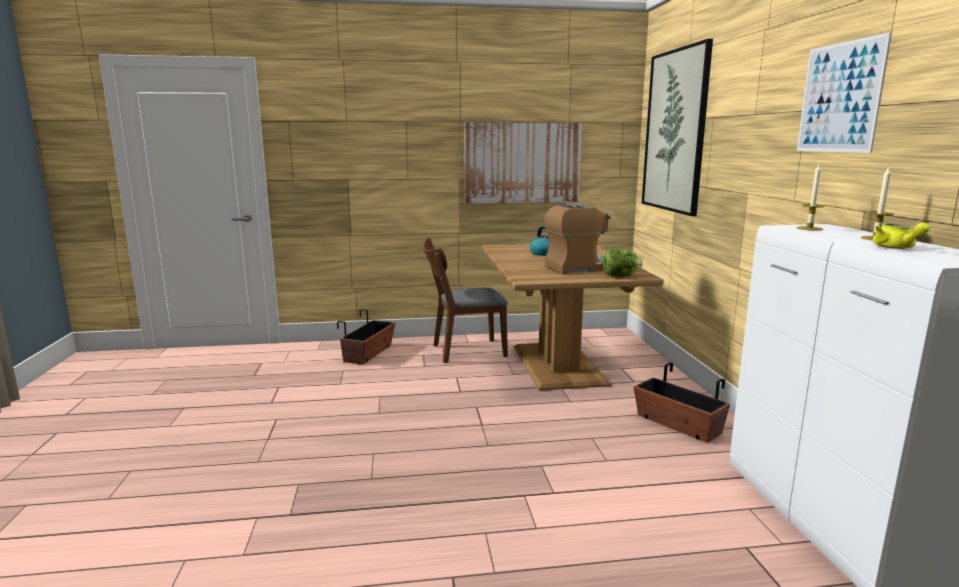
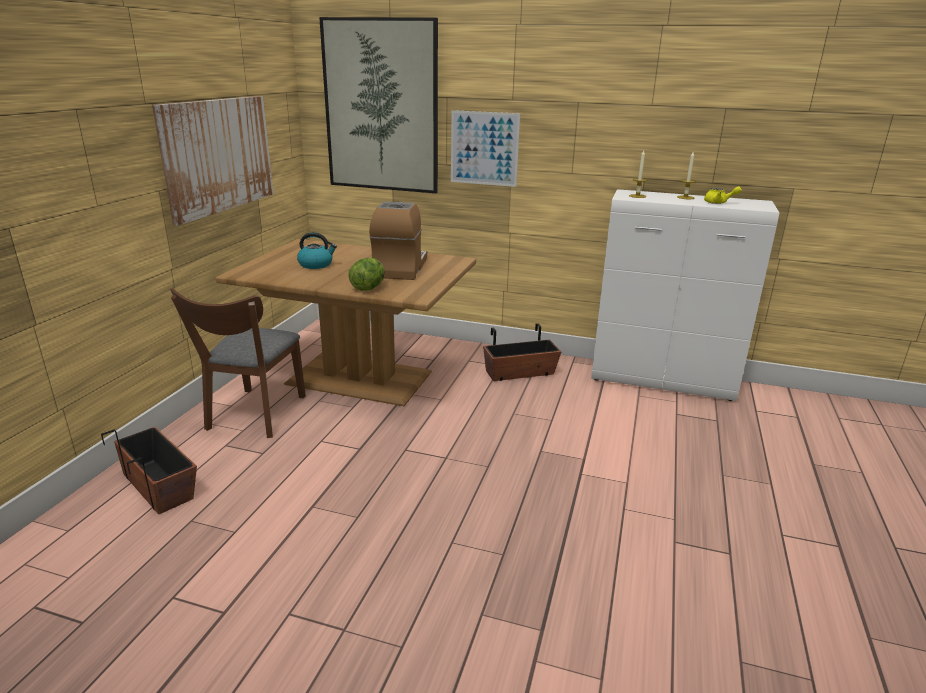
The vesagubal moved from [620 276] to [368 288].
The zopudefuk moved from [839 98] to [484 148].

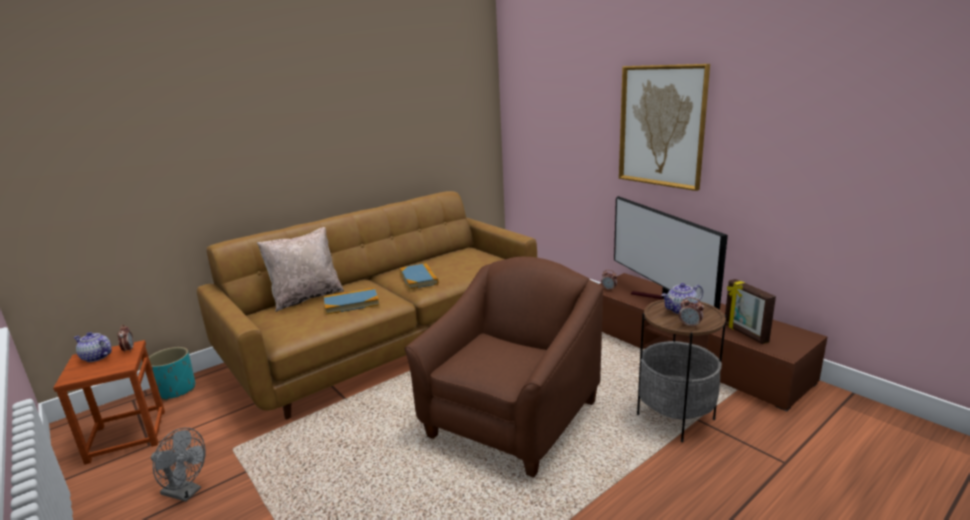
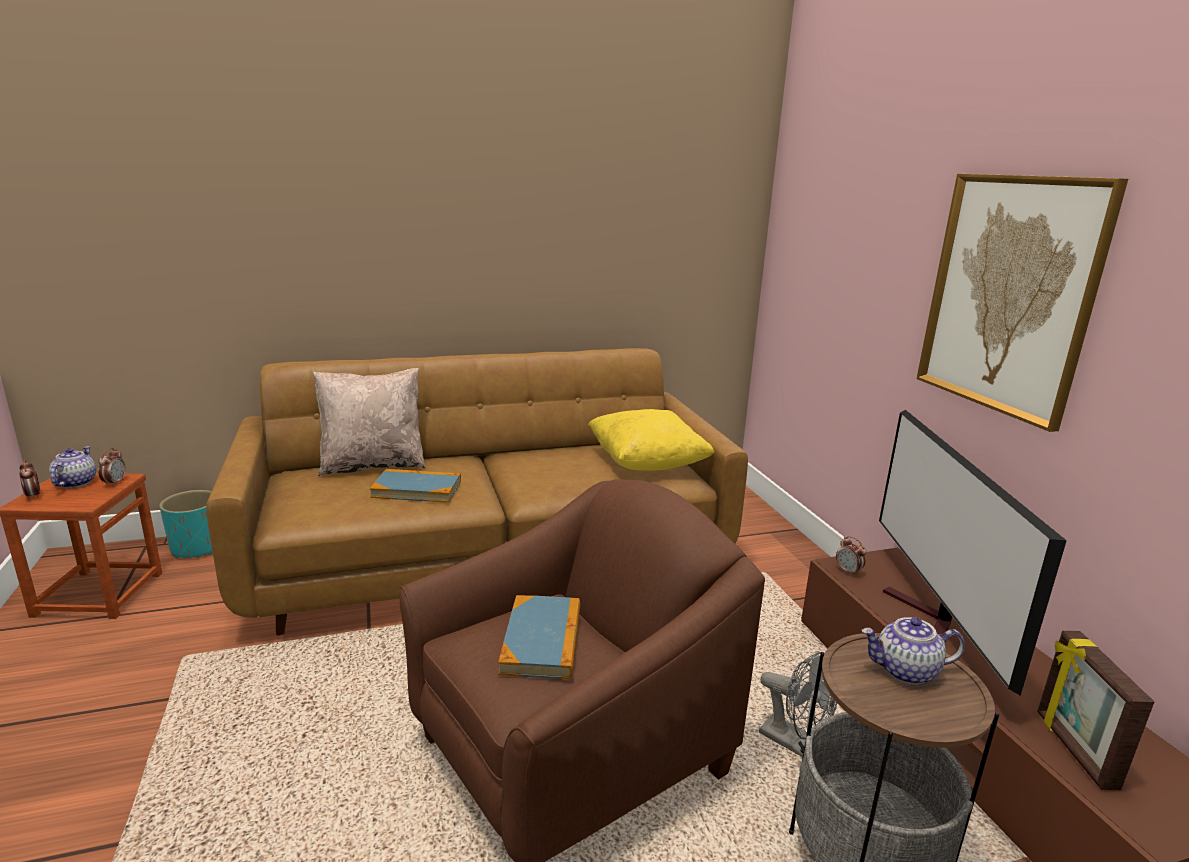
The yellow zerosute at [647 463] appeared.
The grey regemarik moved from [186 492] to [794 742].
The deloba moved from [419 278] to [542 640].
The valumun moved from [690 326] to [33 496].
The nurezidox at [96 357] turned 45 degrees clockwise.

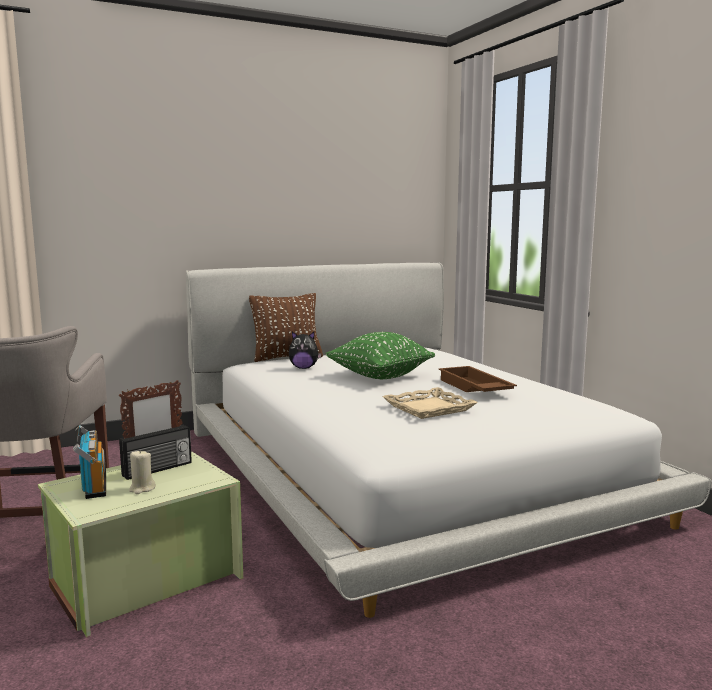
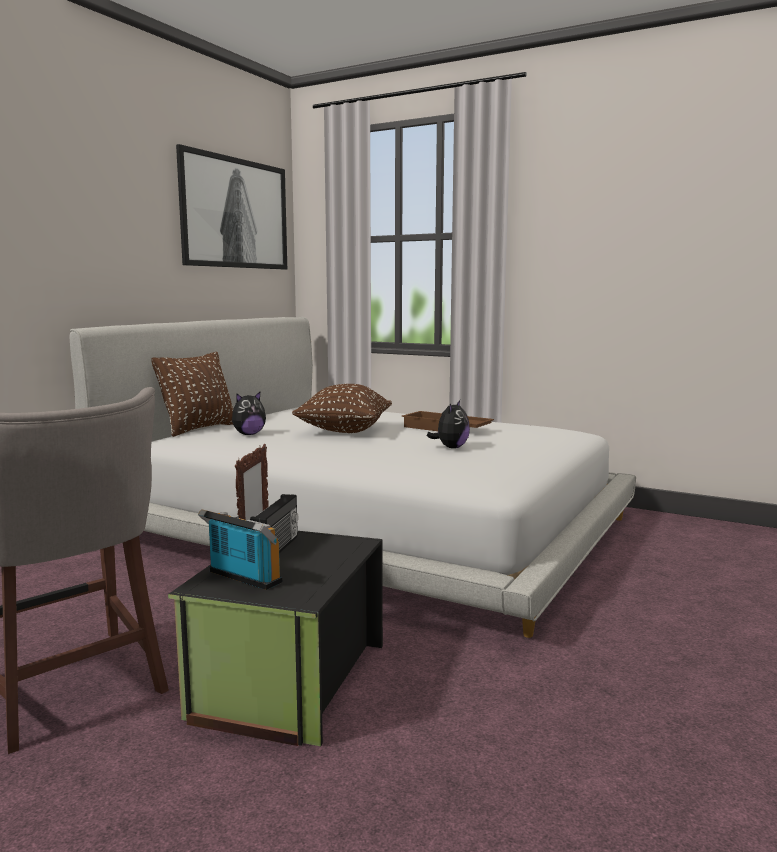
The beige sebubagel at [142 489] disappeared.
The zopudefuk at [236 213] appeared.
The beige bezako at [428 408] was replaced by the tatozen at [451 447].
The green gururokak at [145 579] became the black gururokak at [287 680].
The green zerosute at [380 376] became the brown zerosute at [344 431].

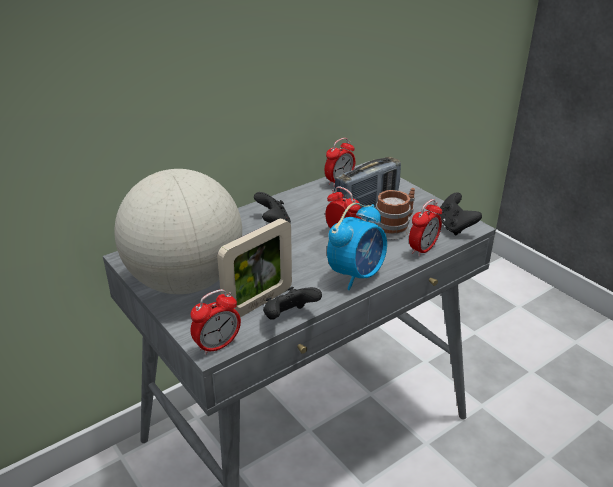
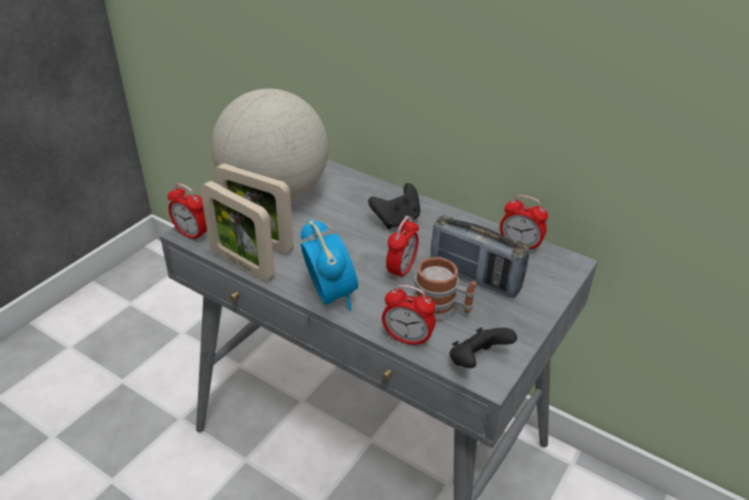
The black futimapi at [289 317] was replaced by the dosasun at [242 265].
The valumun at [357 275] turned 135 degrees counterclockwise.

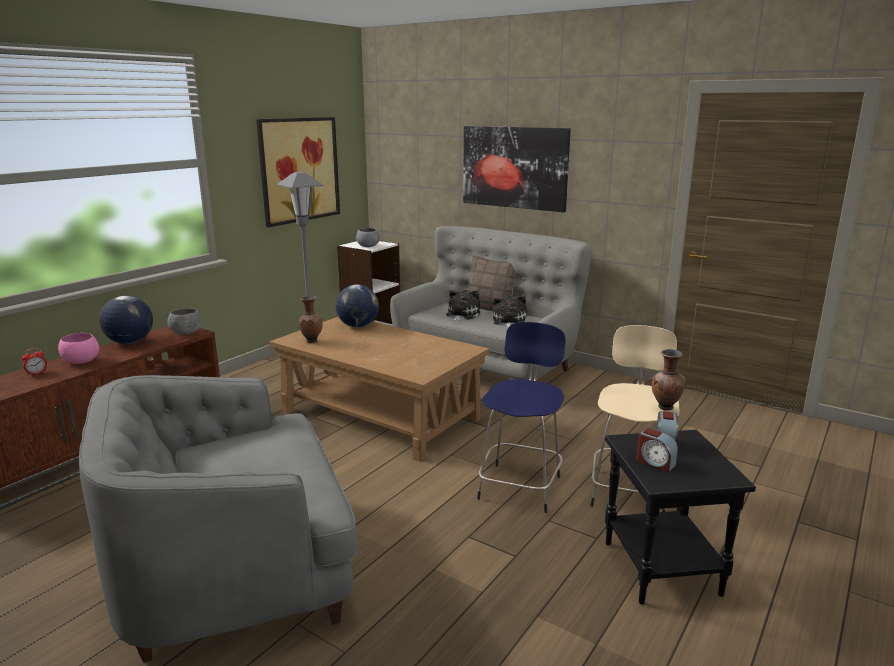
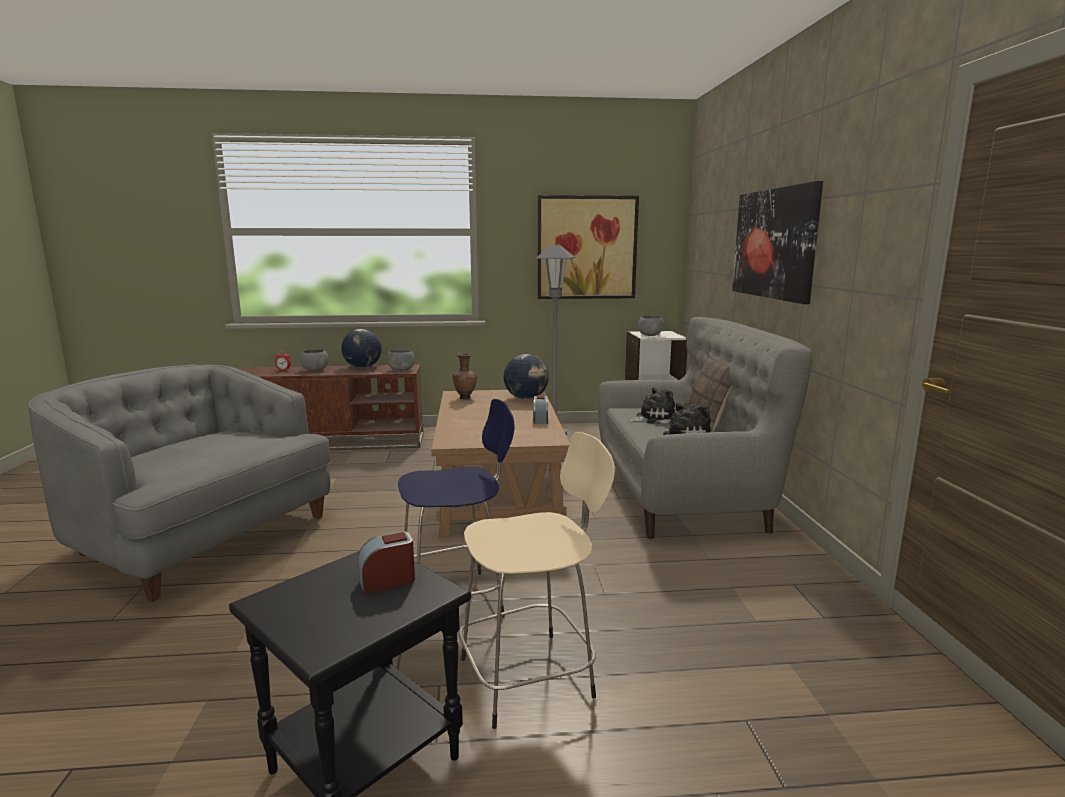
The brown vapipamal at [665 408] disappeared.
The valumun moved from [655 462] to [540 420].
The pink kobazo at [81 361] became the grey kobazo at [315 370].

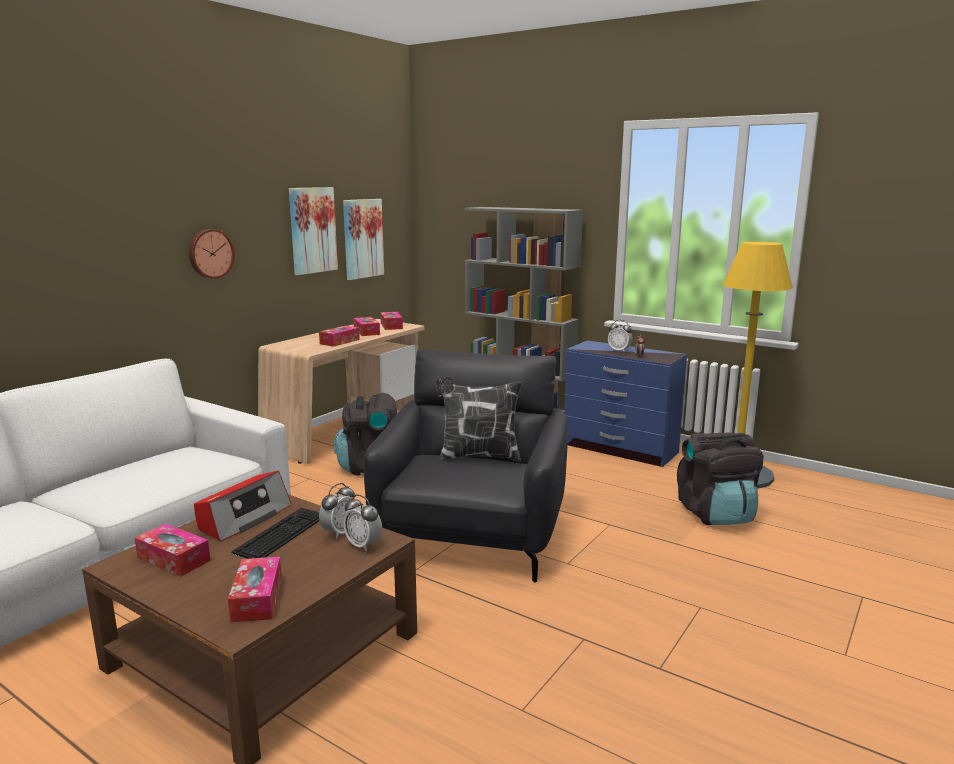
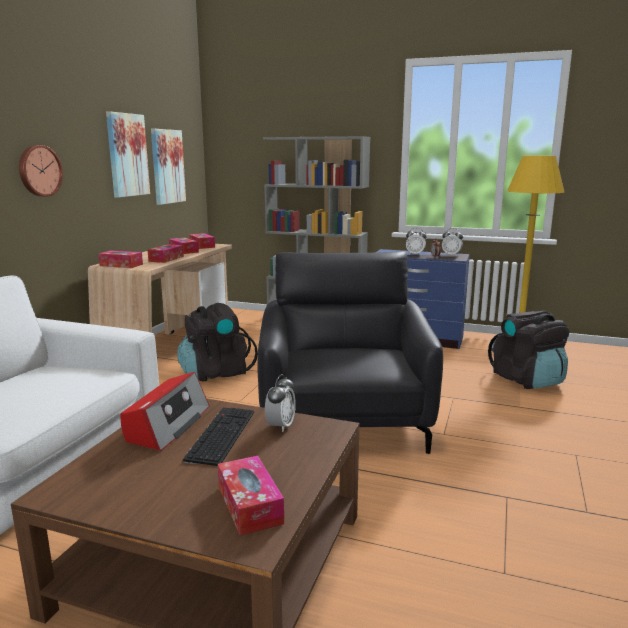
The zerosute at [478 456] disappeared.
The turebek moved from [173 559] to [121 265].
The valumun moved from [363 545] to [451 255].

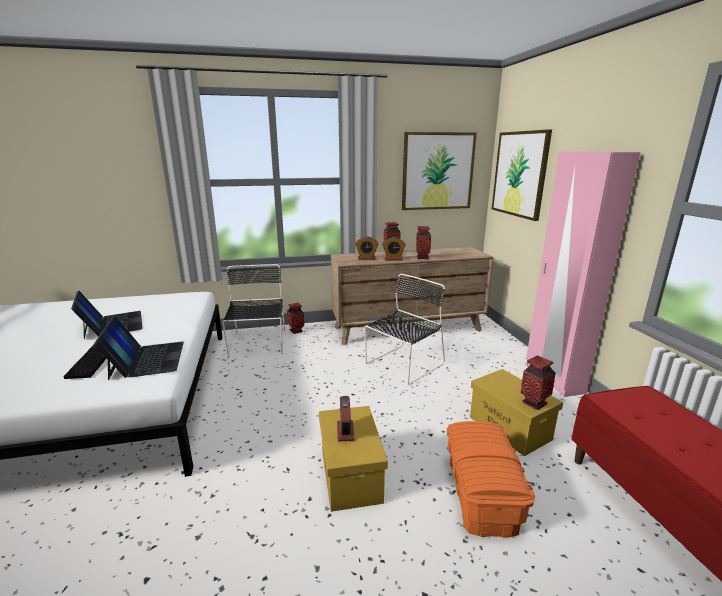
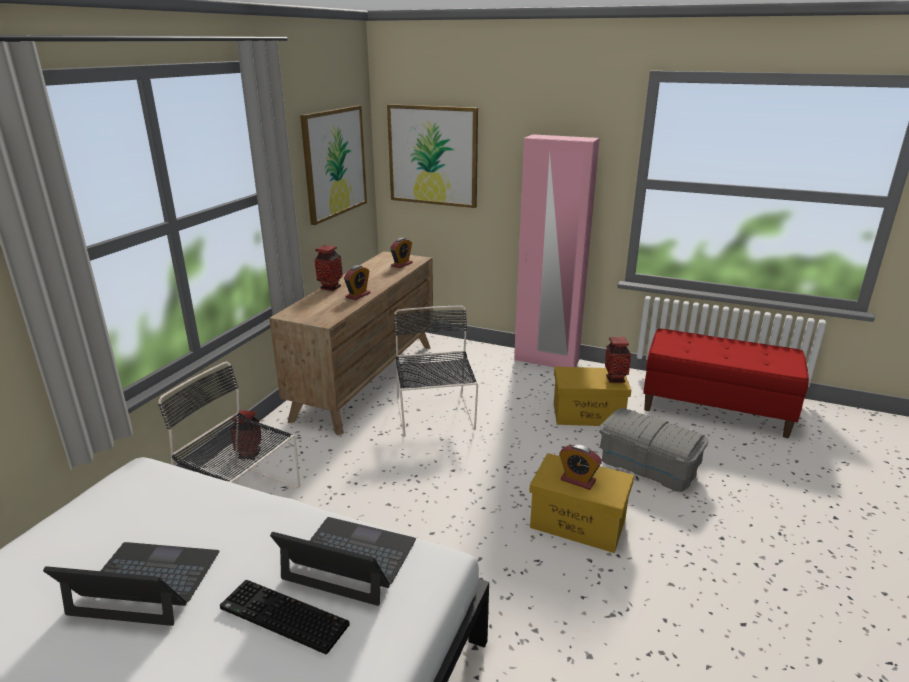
The vapipamal at [422 257] disappeared.
The valumun moved from [366 258] to [402 264].
The orange gururokak at [482 493] became the grey gururokak at [648 466].

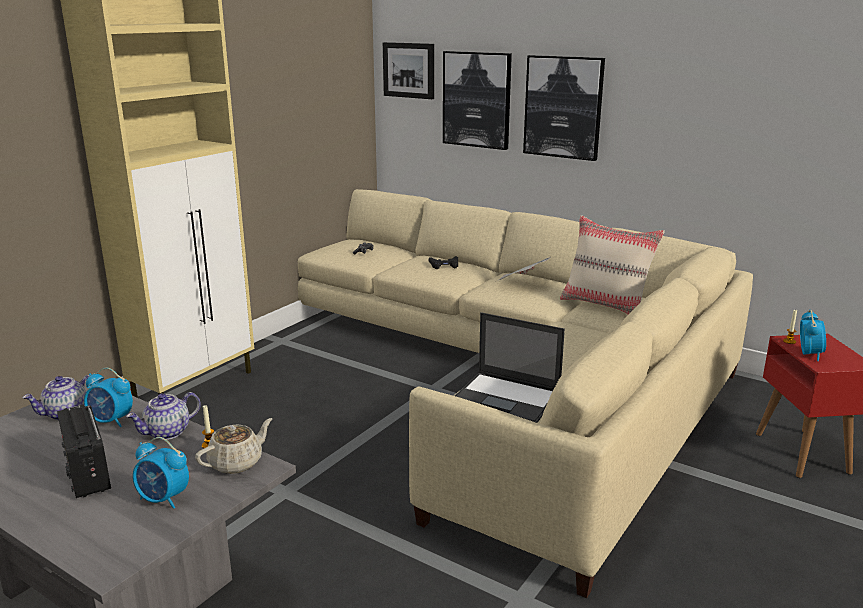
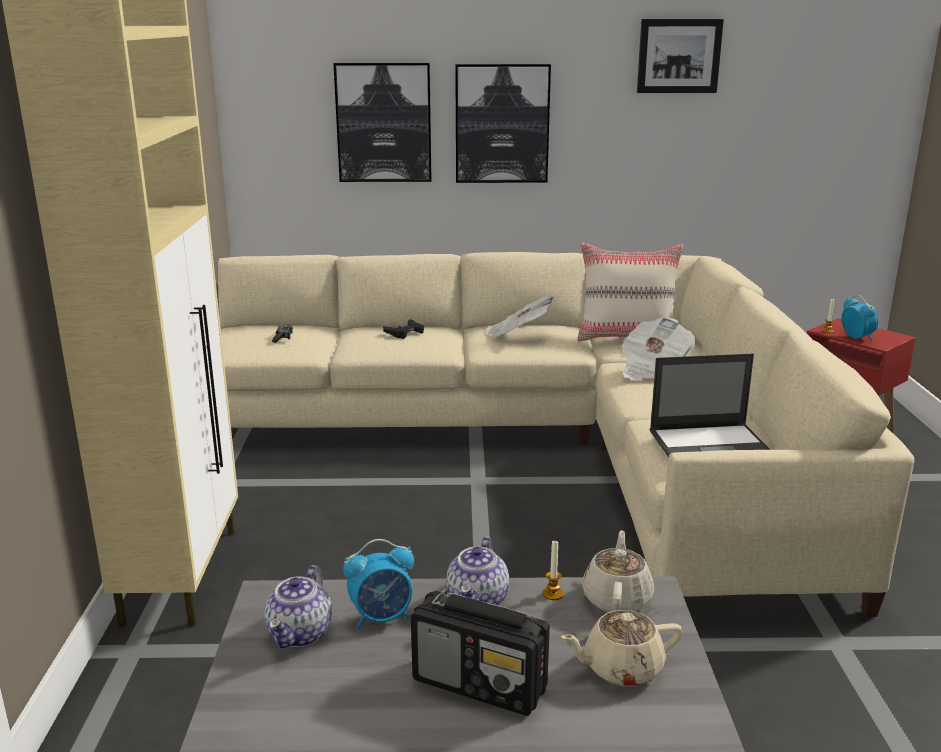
The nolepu at [652 369] appeared.
The zopudefuk moved from [409 70] to [678 56].
The valumun at [164 499] was replaced by the beige nurezidox at [621 668].

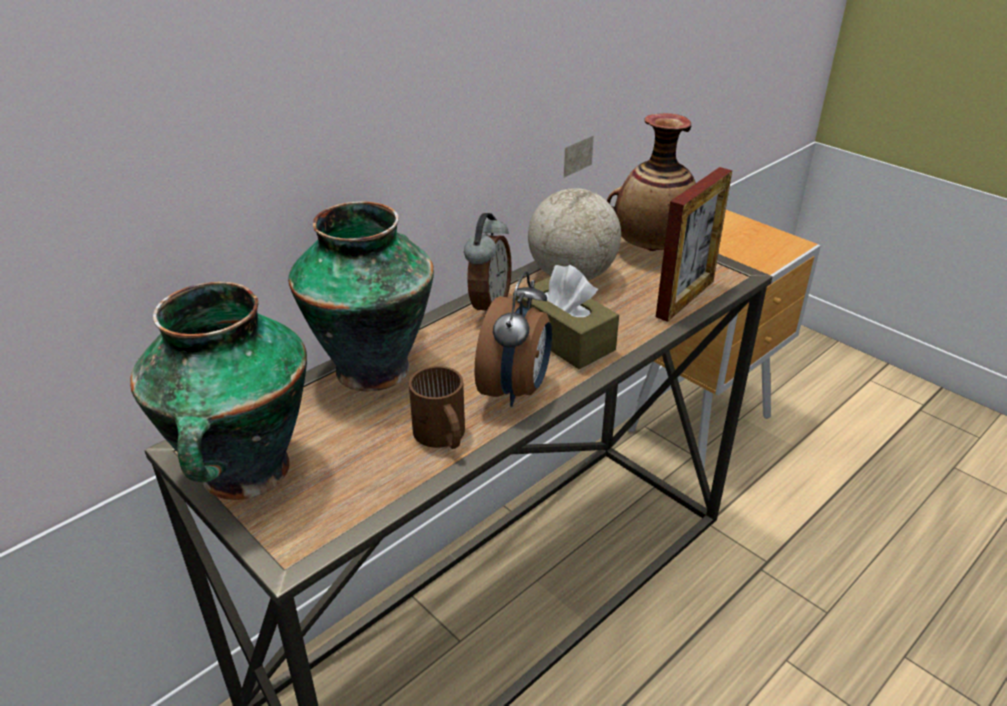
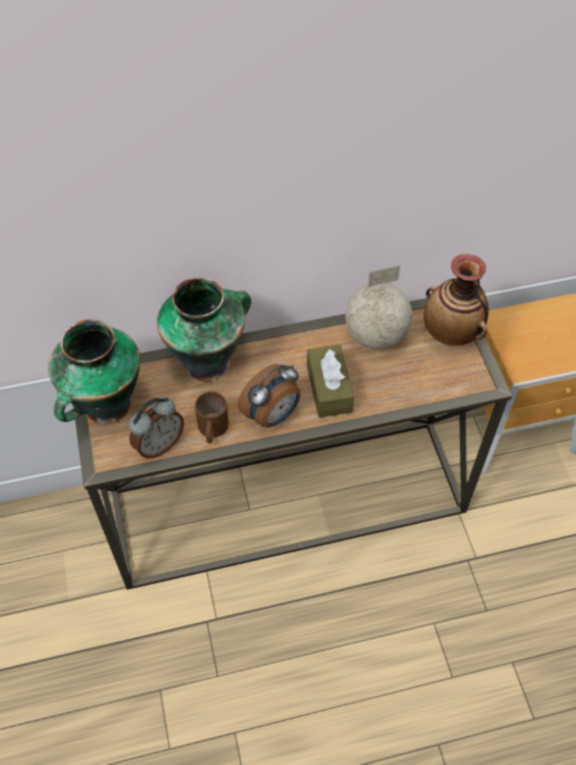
The dosasun at [685 298] disappeared.
The valumun moved from [488 305] to [159 444].

